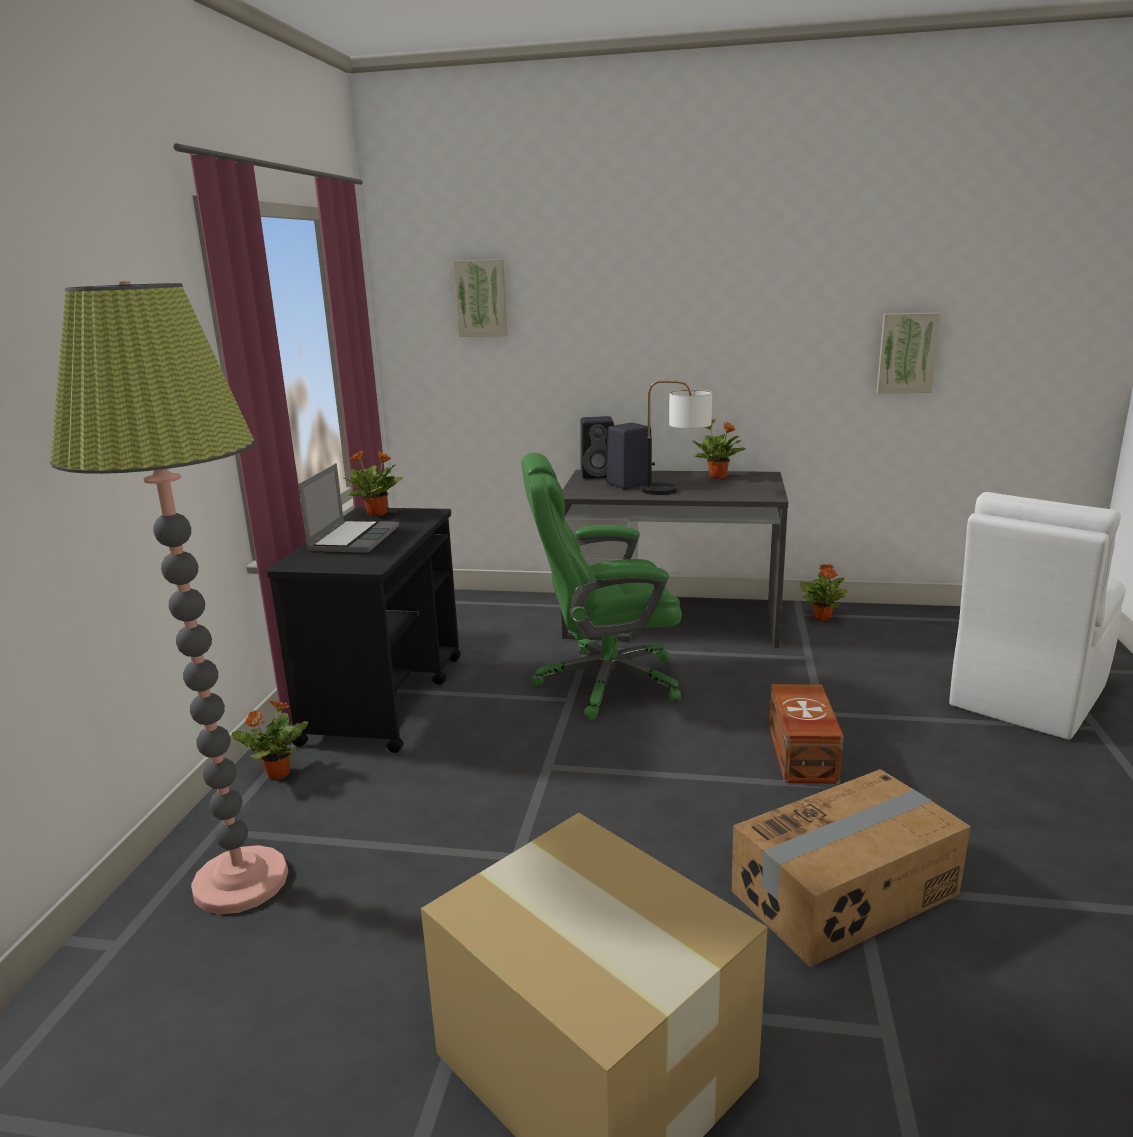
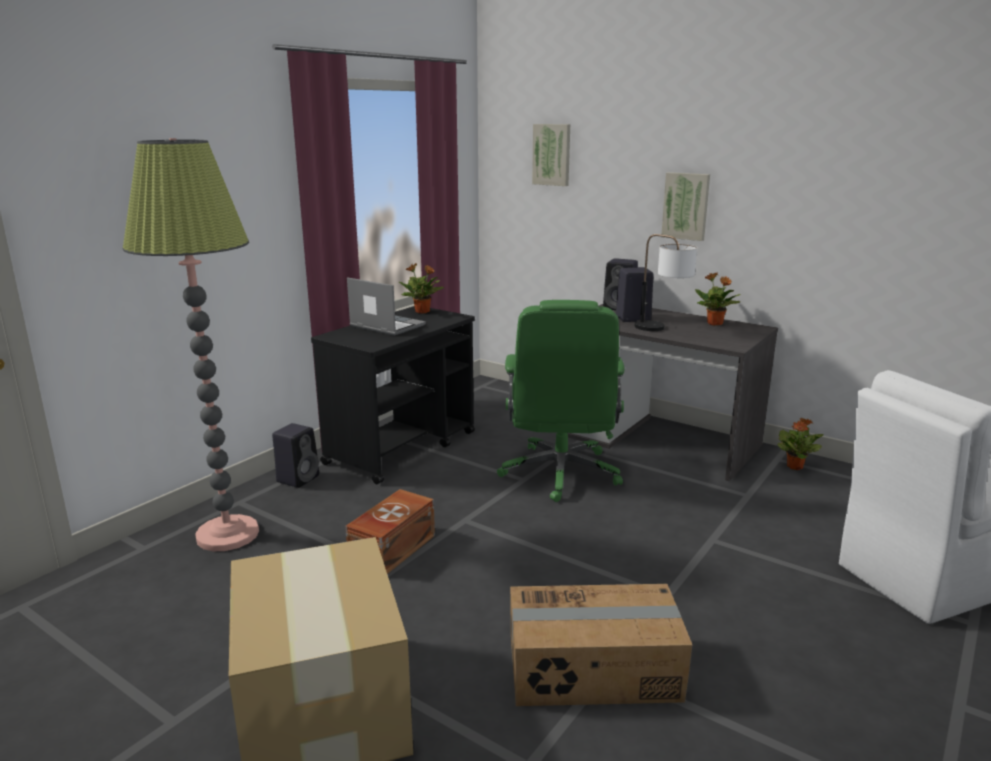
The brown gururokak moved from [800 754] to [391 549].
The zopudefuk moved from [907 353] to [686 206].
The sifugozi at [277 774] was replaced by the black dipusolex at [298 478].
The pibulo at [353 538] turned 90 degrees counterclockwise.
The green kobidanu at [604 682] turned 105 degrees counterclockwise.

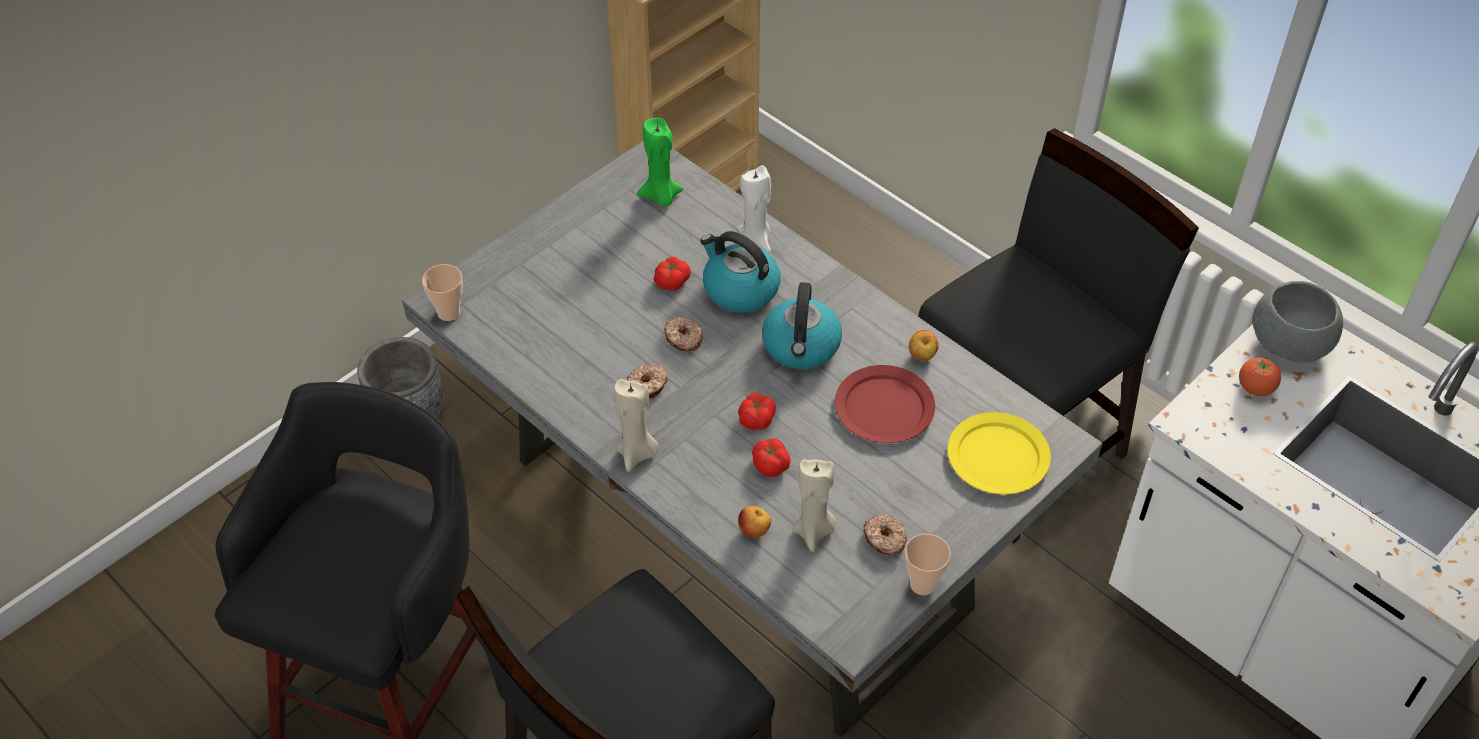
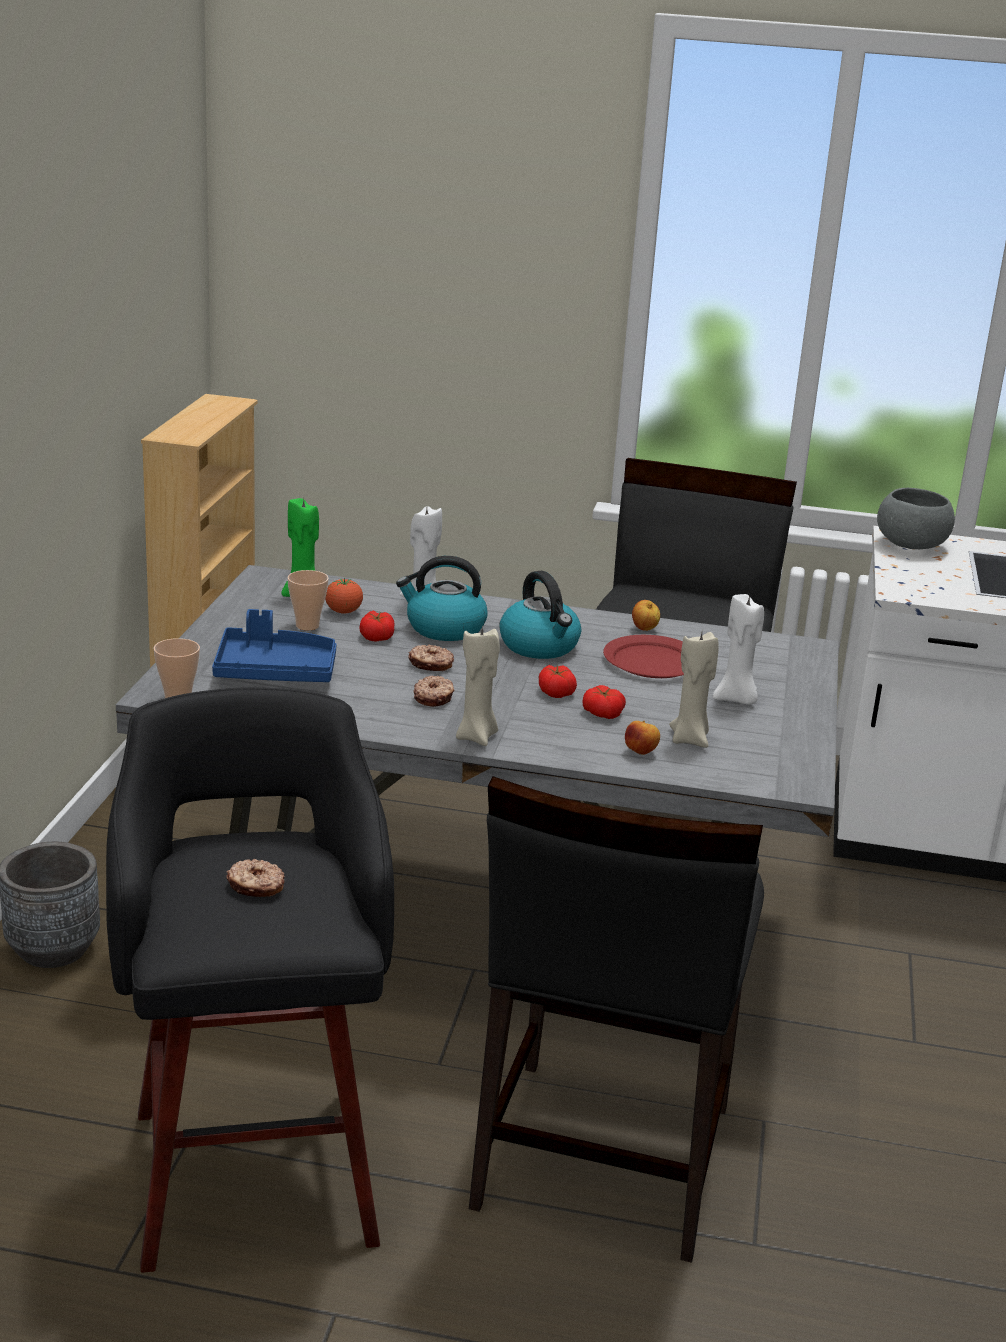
The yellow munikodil at [998 457] disappeared.
The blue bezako at [275 671] appeared.
The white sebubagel at [736 699] appeared.
The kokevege moved from [884 540] to [256 887].
The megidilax moved from [922 584] to [307 625].
The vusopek moved from [1255 388] to [343 612].

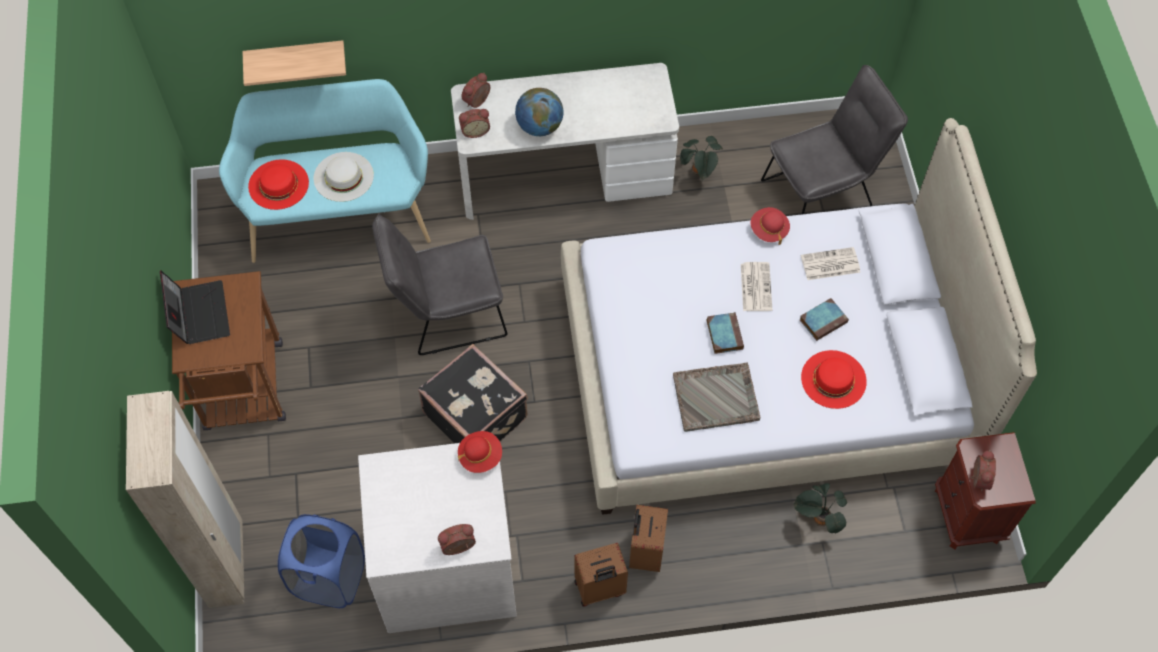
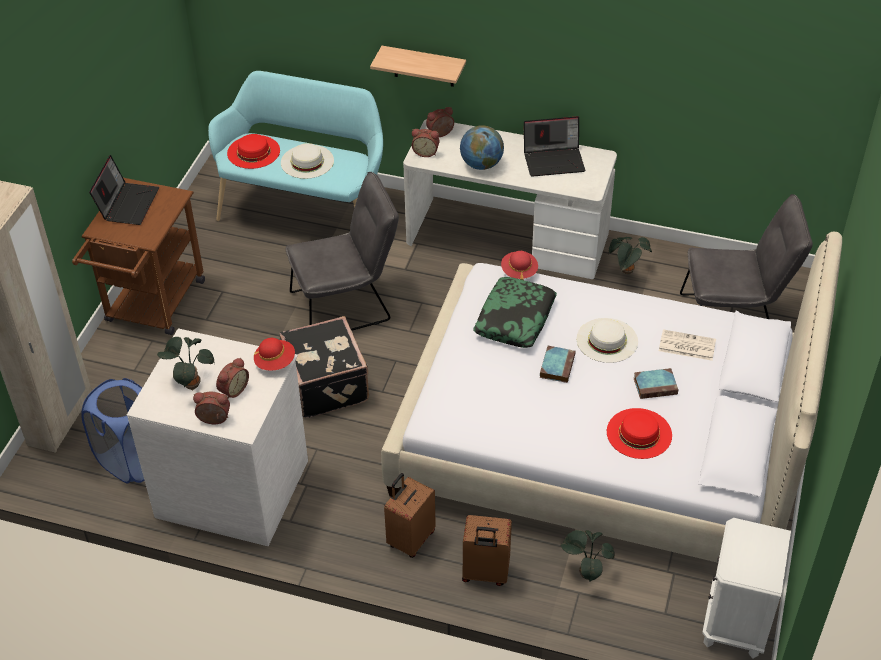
The grey bezako at [716 398] disappeared.
The sifugozi at [190 383] appeared.
The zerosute at [515 319] appeared.
The pibulo at [554 160] appeared.
The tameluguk moved from [296 58] to [423 66].
The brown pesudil moved from [599 589] to [485 573].
The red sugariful moved from [769 230] to [519 271].
The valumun moved from [977 478] to [232 389].
The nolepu at [755 286] was replaced by the white sugariful at [607 340].
The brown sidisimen at [967 515] became the white sidisimen at [735 623].
The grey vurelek at [446 314] turned 150 degrees clockwise.

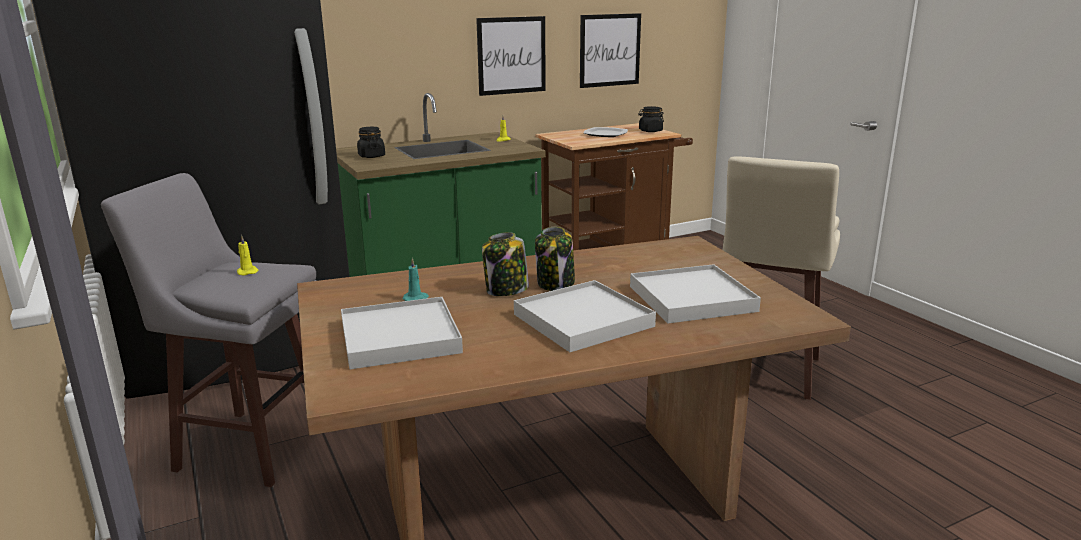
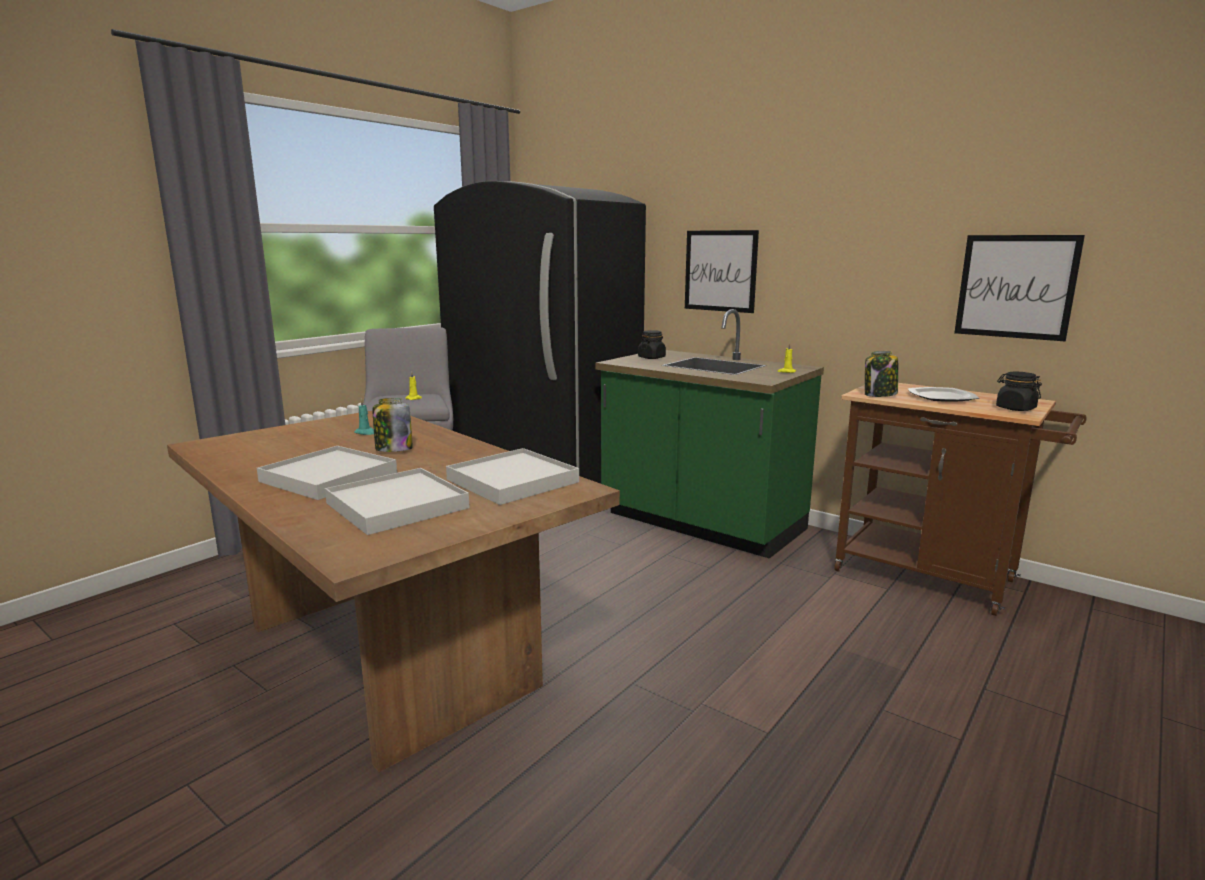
The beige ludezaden at [765 371] disappeared.
The white bezako moved from [399 338] to [512 481].
The zopudefuk moved from [511 55] to [720 271].
The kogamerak moved from [555 284] to [880 395].

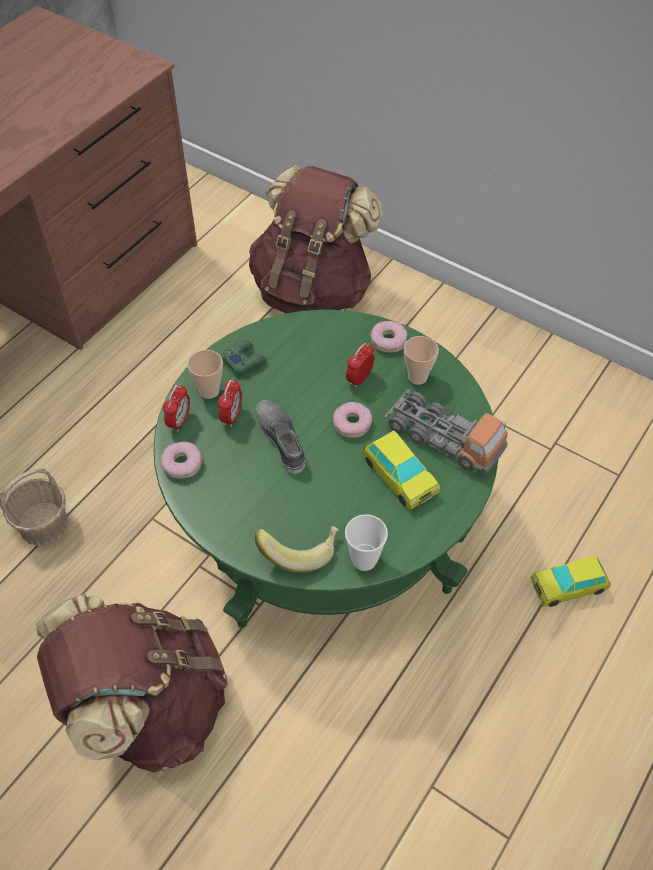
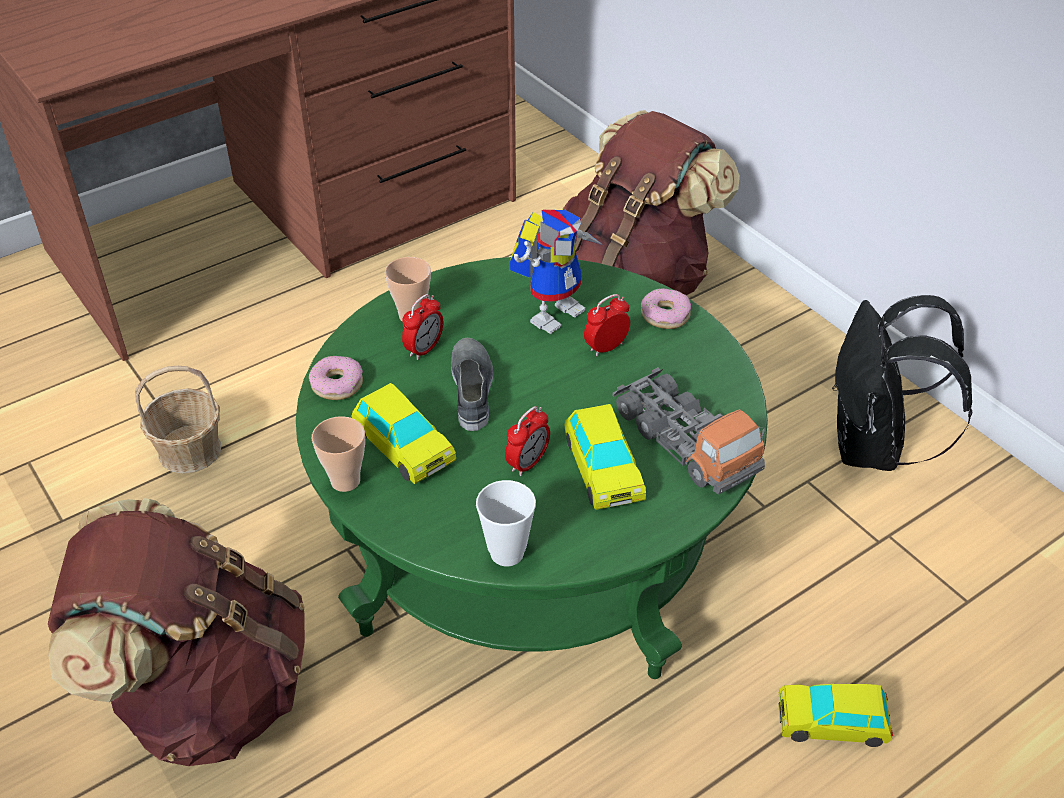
The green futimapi at [244 360] disappeared.
The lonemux at [299 550] disappeared.
The kokevege at [352 424] disappeared.
The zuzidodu at [404 447] appeared.
The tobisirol at [554 310] appeared.
The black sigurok at [872 448] appeared.
The valumun moved from [179 421] to [527 463].
The megidilax moved from [417 377] to [345 481].

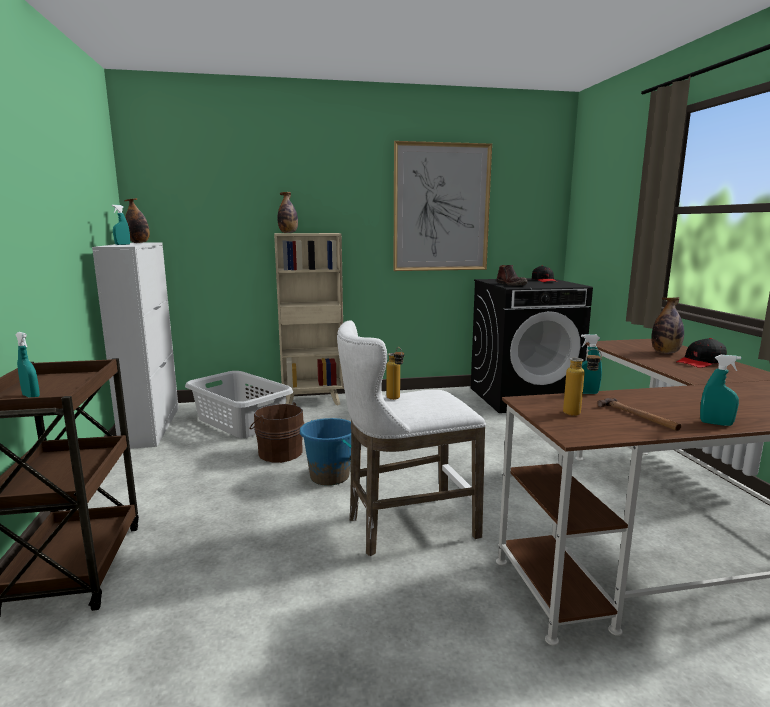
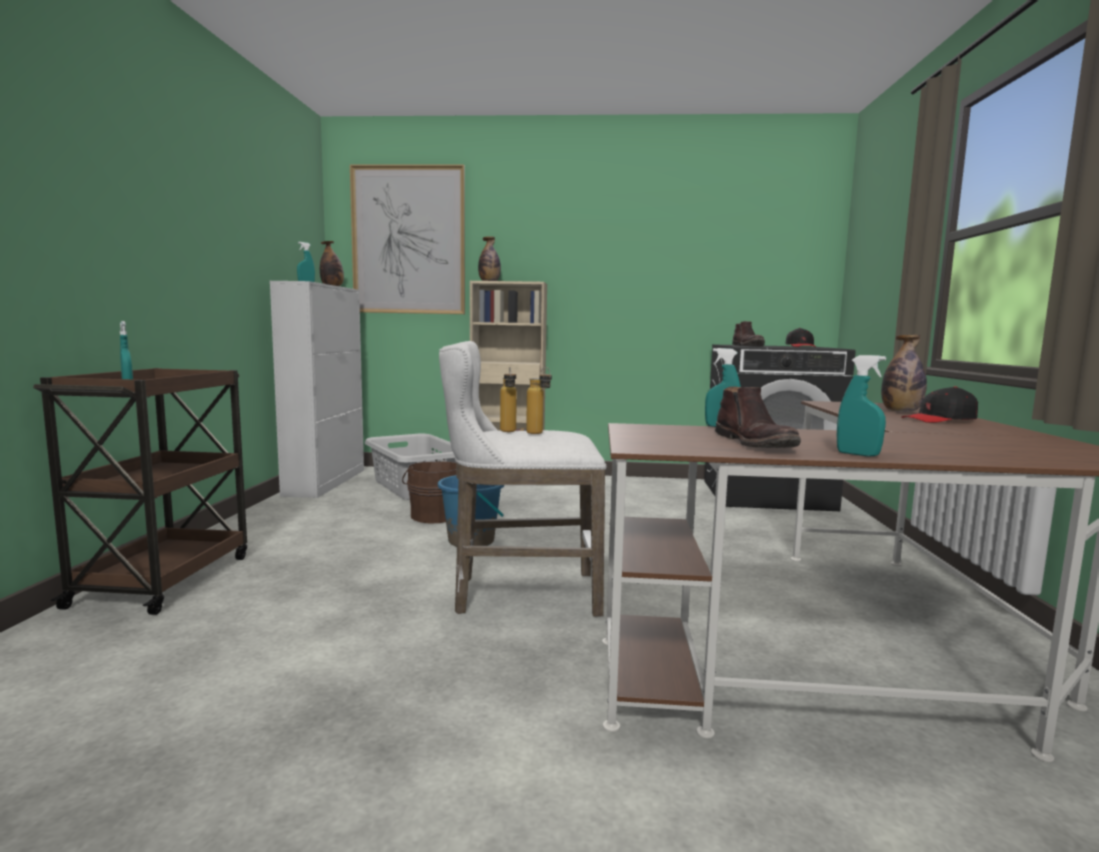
The zopudefuk moved from [441 208] to [408 240].
The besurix moved from [579 414] to [539 434].
The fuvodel at [638 416] was replaced by the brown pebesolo at [756 443].

